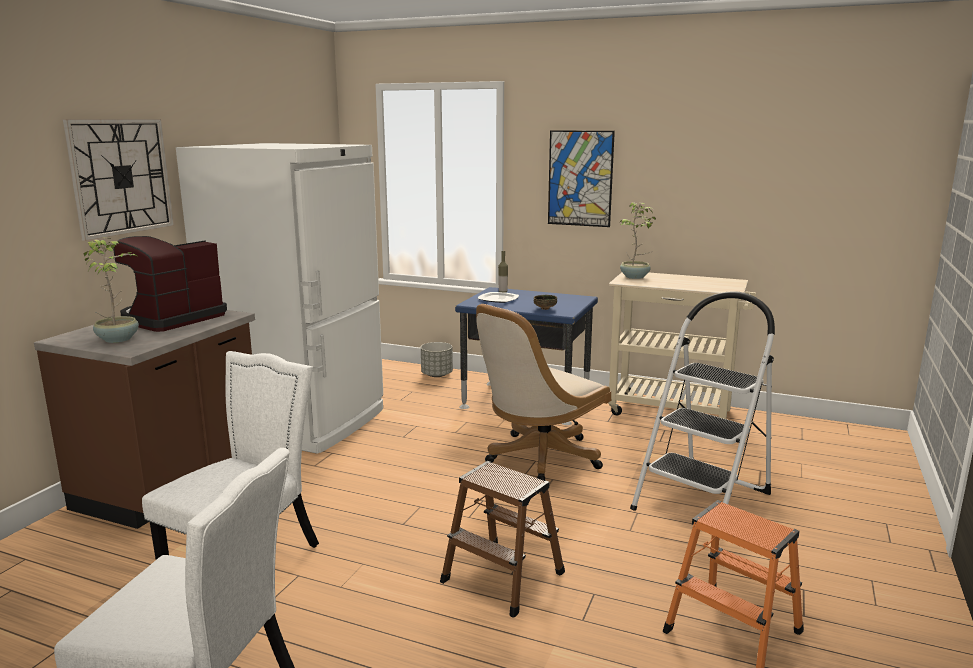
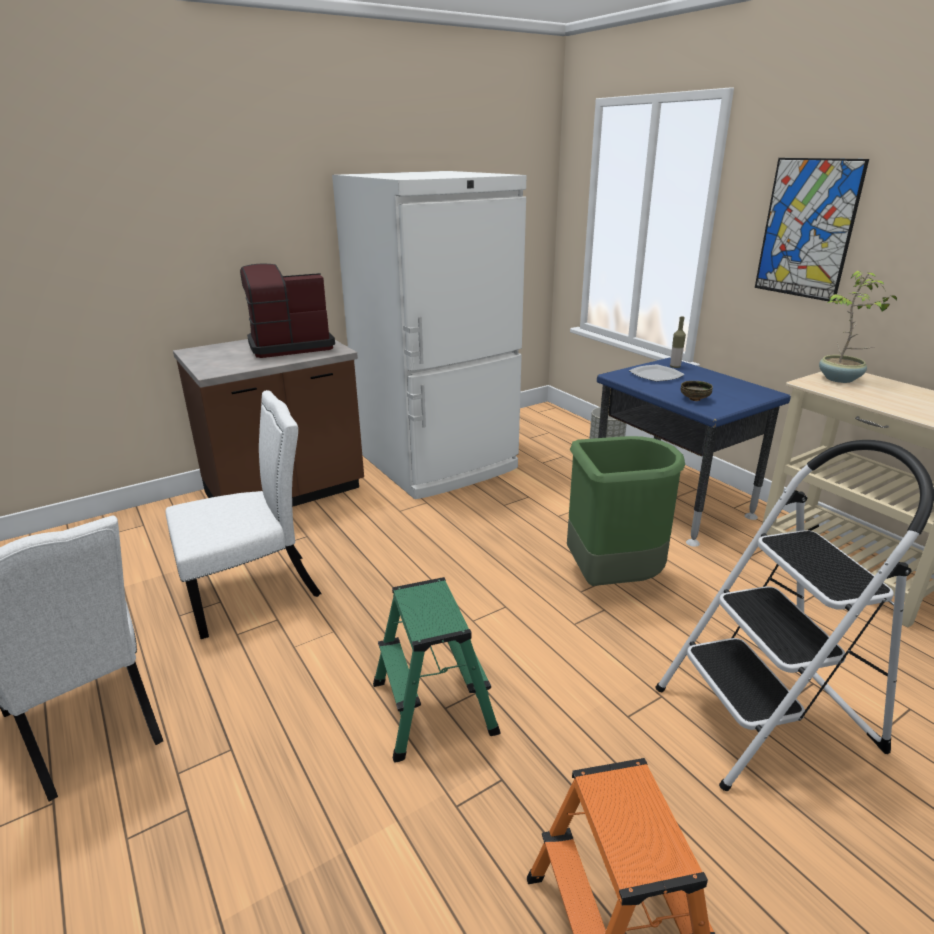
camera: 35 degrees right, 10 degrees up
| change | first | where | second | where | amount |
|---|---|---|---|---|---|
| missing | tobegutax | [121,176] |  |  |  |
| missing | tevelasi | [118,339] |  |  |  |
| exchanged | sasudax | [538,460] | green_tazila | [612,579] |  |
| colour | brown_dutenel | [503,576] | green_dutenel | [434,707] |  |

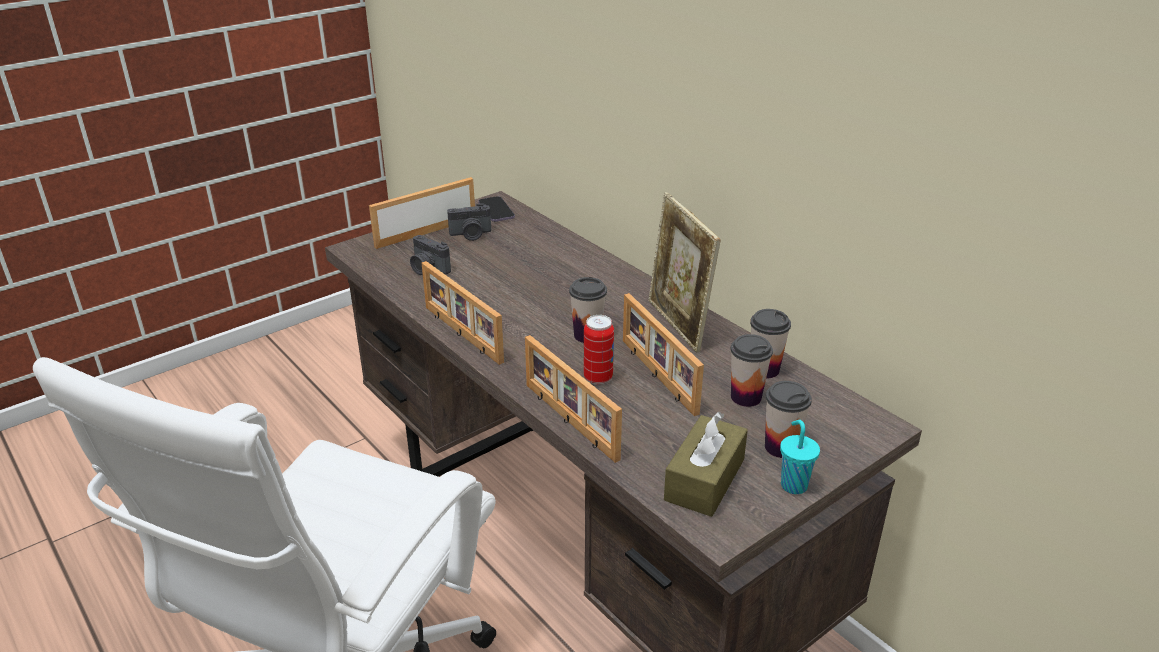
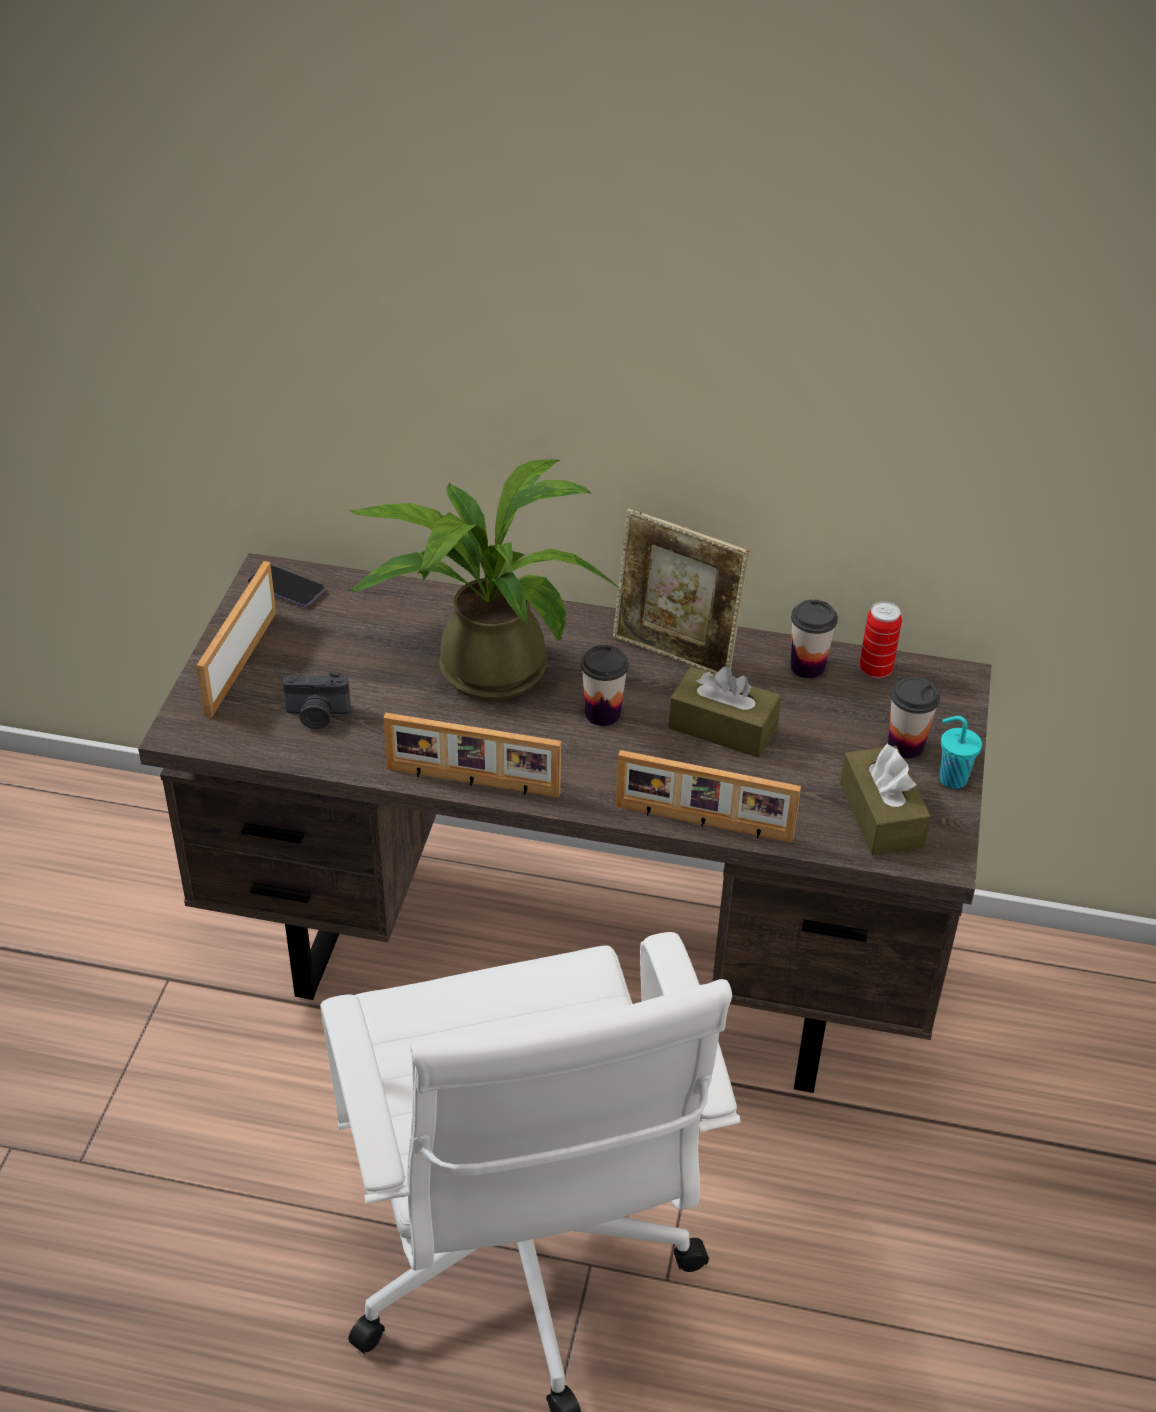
camera: 40 degrees left, 10 degrees up
| change | first | where | second | where | amount |
|---|---|---|---|---|---|
| missing | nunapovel | [471,235] |  |  |  |
| missing | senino | [746,397] |  |  |  |
| appeared |  |  | tevelasi | [481,664] |  |
| relocated | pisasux | [598,377] |  | [875,670] |  |
| exchanged | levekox | [657,376] | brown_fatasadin | [722,727] |  |

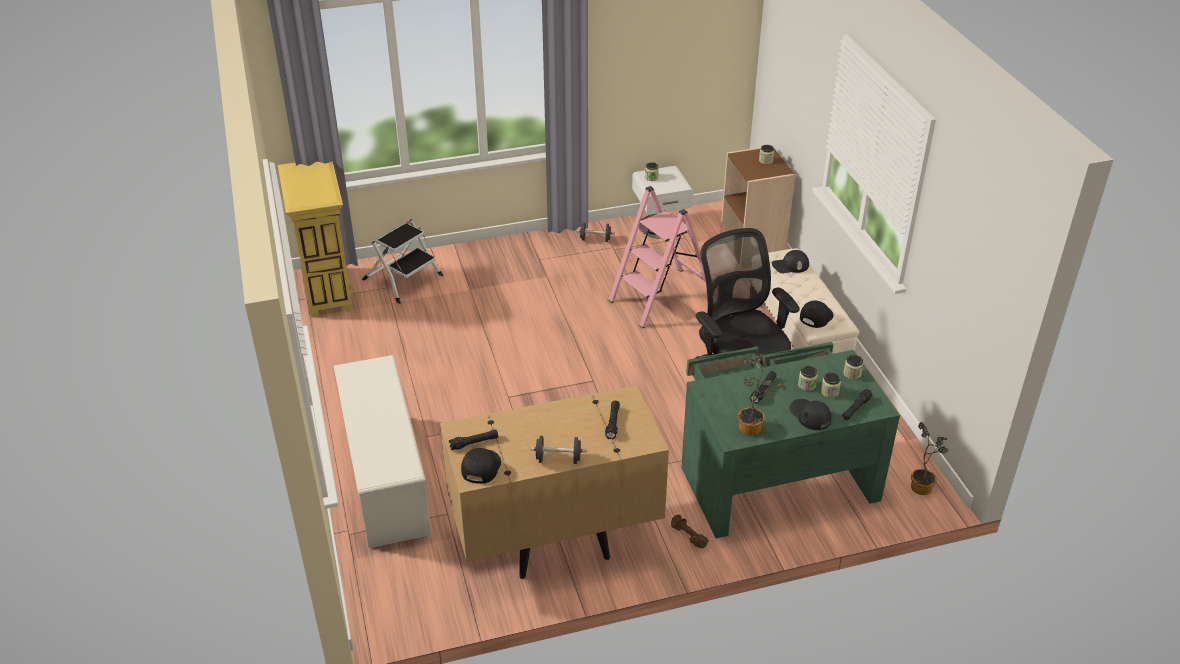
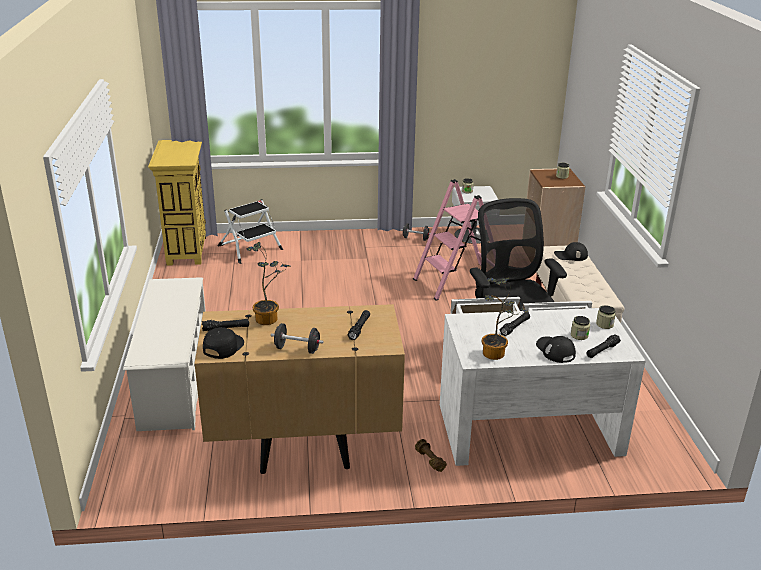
camera: 10 degrees right, 10 degrees down
| change | first | where | second | where | amount |
|---|---|---|---|---|---|
| missing | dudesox | [806,385] |  |  |  |
| missing | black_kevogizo | [815,316] |  |  |  |
| relocated | tevelasi | [923,486] |  | [269,318] |  |
| colour | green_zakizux | [773,476] | white_zakizux | [525,423] |  |

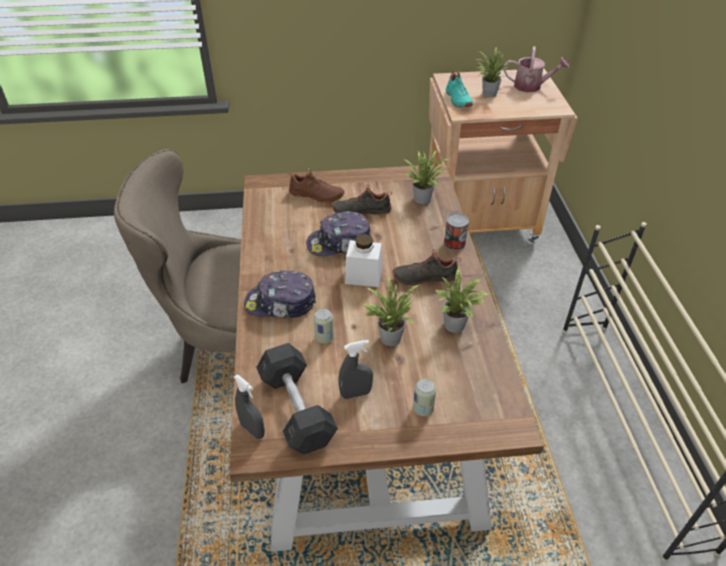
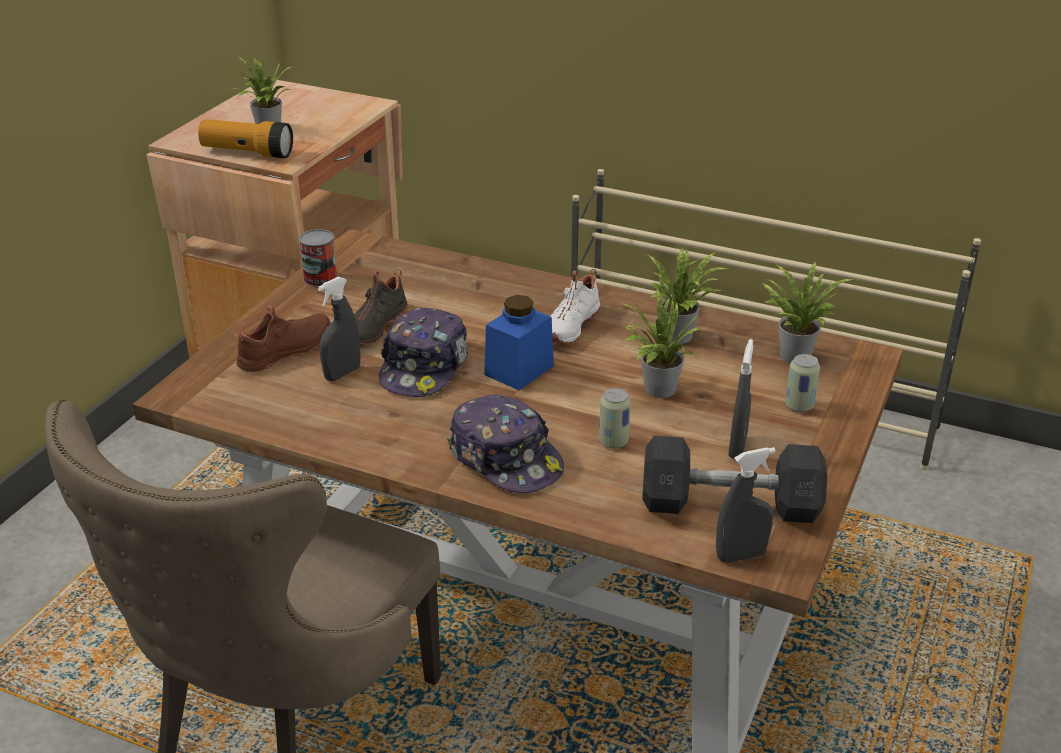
camera: 60 degrees left, 10 degrees down
| change | first | where | second | where | amount |
|---|---|---|---|---|---|
| missing | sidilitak | [531,86] |  |  |  |
| appeared |  |  | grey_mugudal | [342,374] |  |
| relocated | tevelasi | [424,198] |  | [793,353] |  |
| relocated | pisasux | [454,243] |  | [320,278] |  |
| exchanged | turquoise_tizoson | [457,100] | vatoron | [247,153] |  |
| colour | white_dudesox | [363,276] | blue_dudesox | [519,370] |  |
| colour | black_tizoson | [424,277] | white_tizoson | [569,325] |  |
| spun | kevogizo | [280,303] |  | [506,459] | 75 degrees counterclockwise |

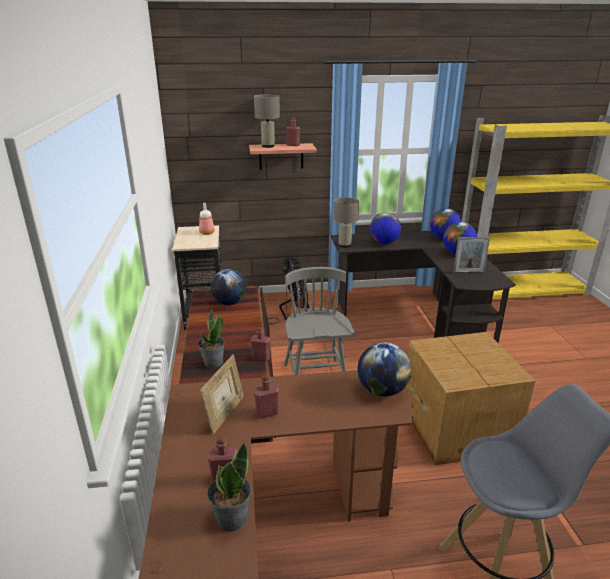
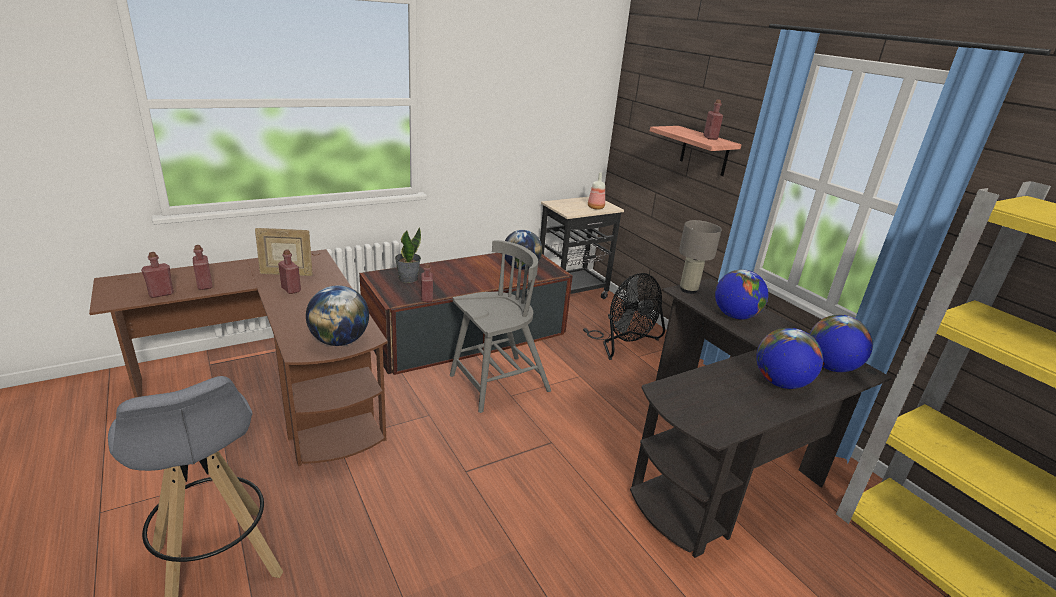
camera: 65 degrees right, 0 degrees up
| change | first | where | second | where | amount |
|---|---|---|---|---|---|
| missing | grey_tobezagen | [268,146] |  |  |  |
| missing | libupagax | [457,427] |  |  |  |
| missing | levekox | [468,272] |  |  |  |
| exchanged | tevelasi | [231,518] | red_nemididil | [161,294] |  |

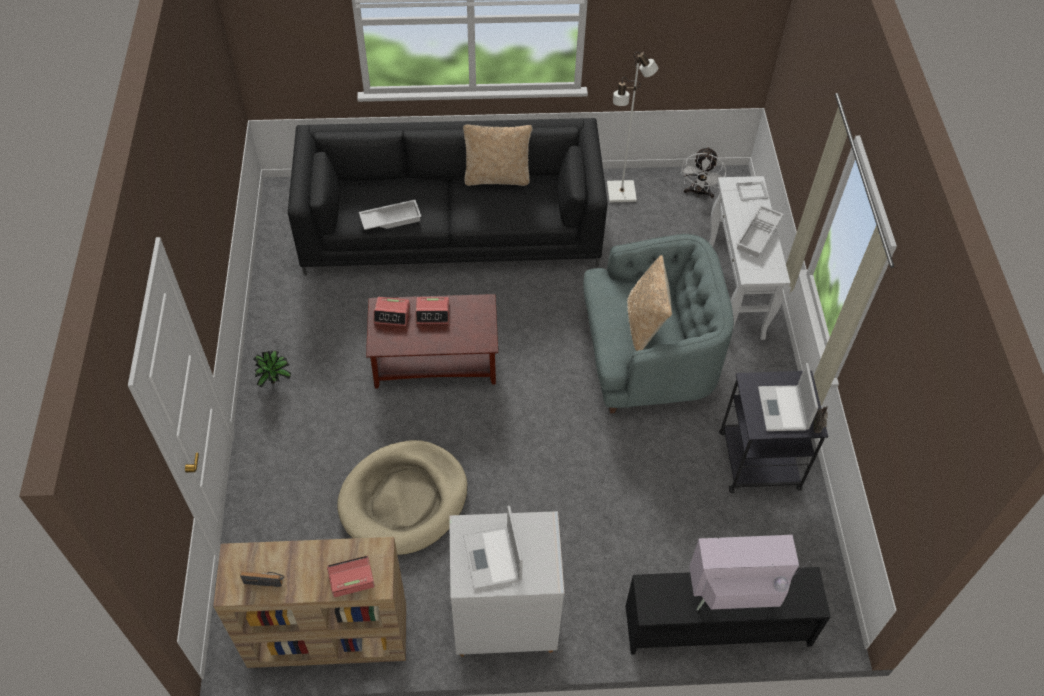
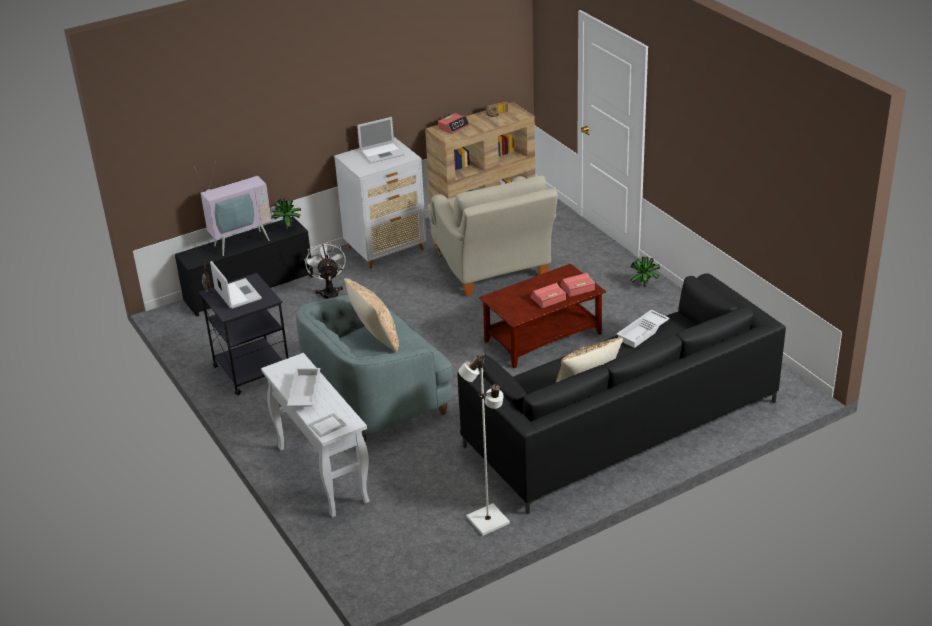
camera: 155 degrees right, 20 degrees down
| change | first | where | second | where | amount |
|---|---|---|---|---|---|
| appeared |  |  | tevelasi | [288,229] |  |
| relocated | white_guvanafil | [699,192] |  | [329,292] |  |
| exchanged | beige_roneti | [404,500] | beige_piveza | [493,269] |  |
| spun | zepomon | [492,559] |  | [382,153] | 105 degrees clockwise |

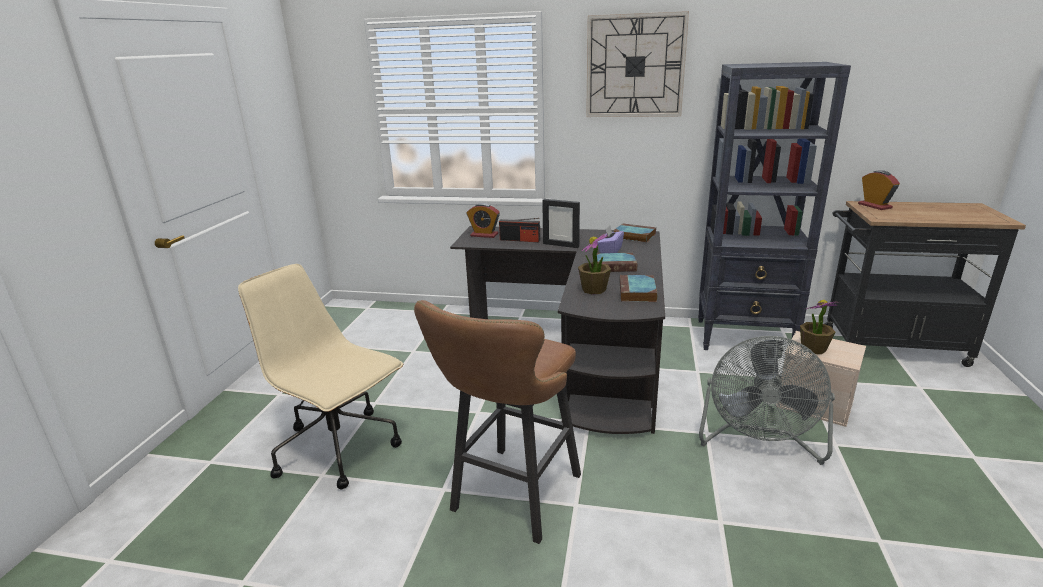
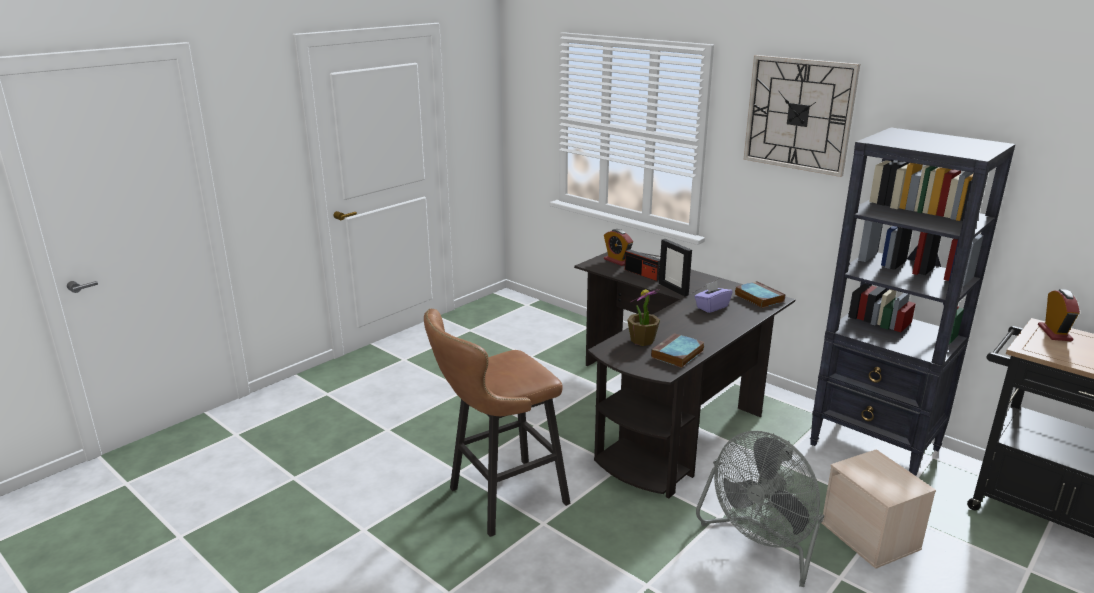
camera: 30 degrees right, 0 degrees up
| change | first | where | second | where | amount |
|---|---|---|---|---|---|
| missing | beige_sasudax | [339,449] |  |  |  |
| missing | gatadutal | [615,266] |  |  |  |
| missing | tevelasi | [813,349] |  |  |  |

